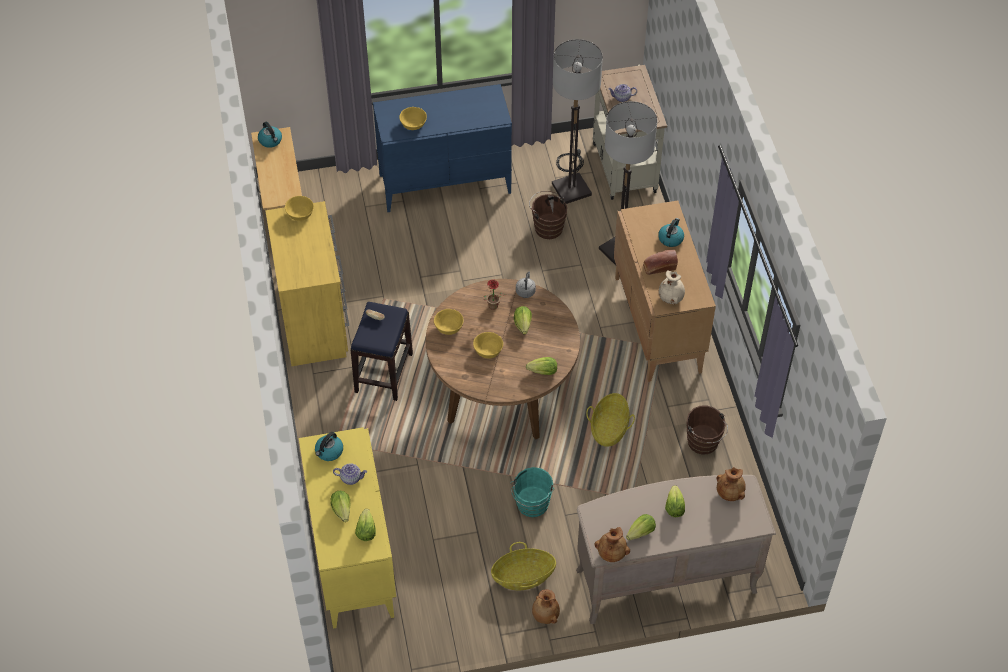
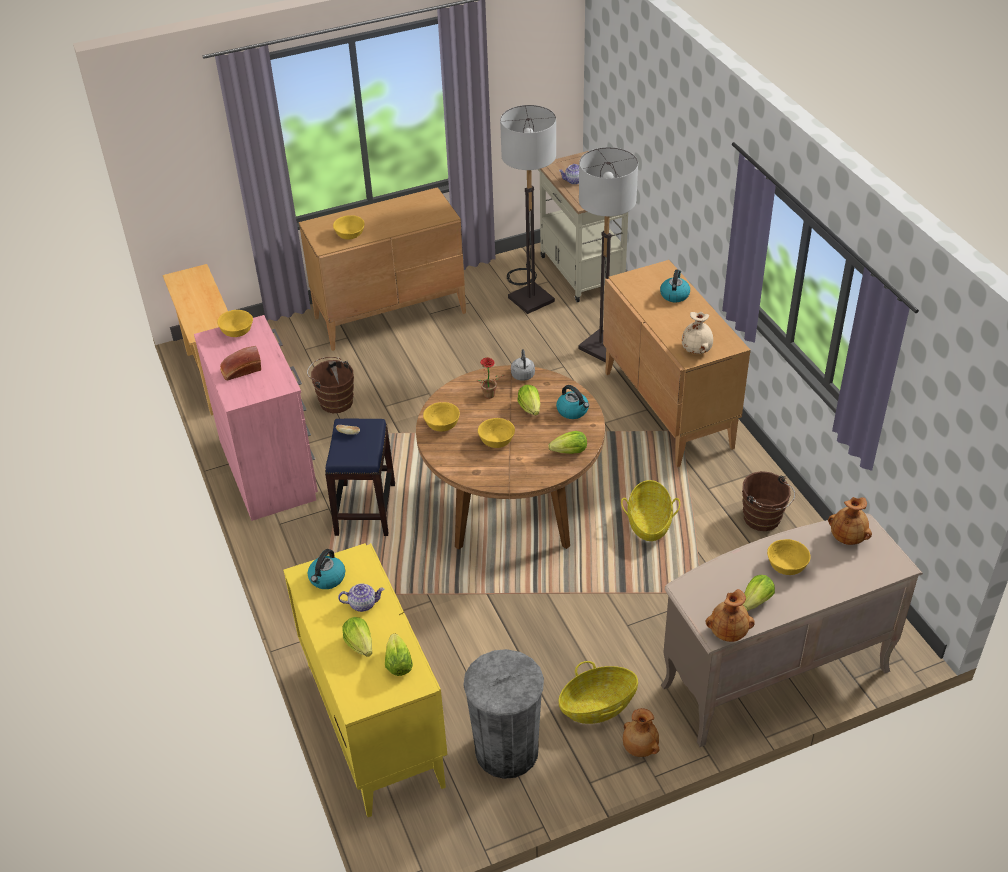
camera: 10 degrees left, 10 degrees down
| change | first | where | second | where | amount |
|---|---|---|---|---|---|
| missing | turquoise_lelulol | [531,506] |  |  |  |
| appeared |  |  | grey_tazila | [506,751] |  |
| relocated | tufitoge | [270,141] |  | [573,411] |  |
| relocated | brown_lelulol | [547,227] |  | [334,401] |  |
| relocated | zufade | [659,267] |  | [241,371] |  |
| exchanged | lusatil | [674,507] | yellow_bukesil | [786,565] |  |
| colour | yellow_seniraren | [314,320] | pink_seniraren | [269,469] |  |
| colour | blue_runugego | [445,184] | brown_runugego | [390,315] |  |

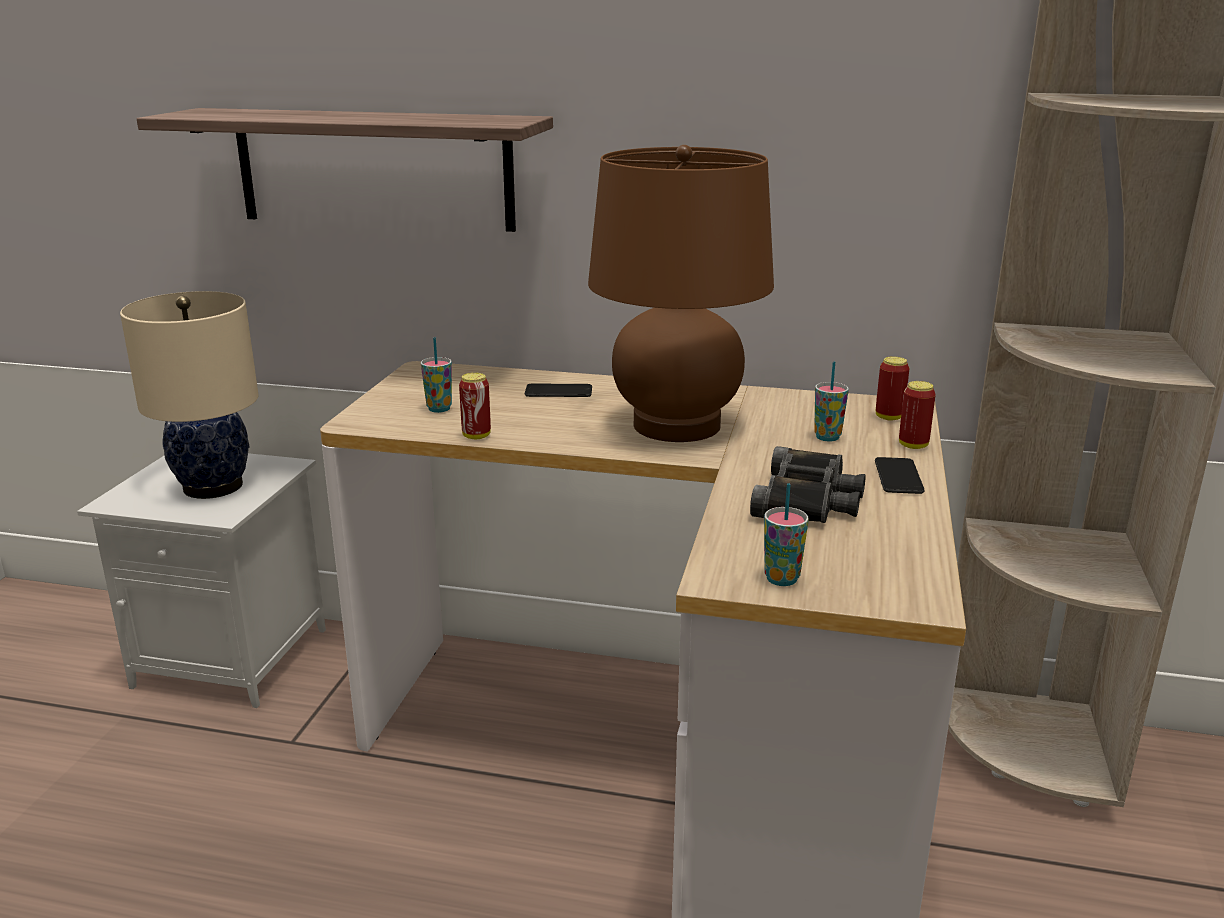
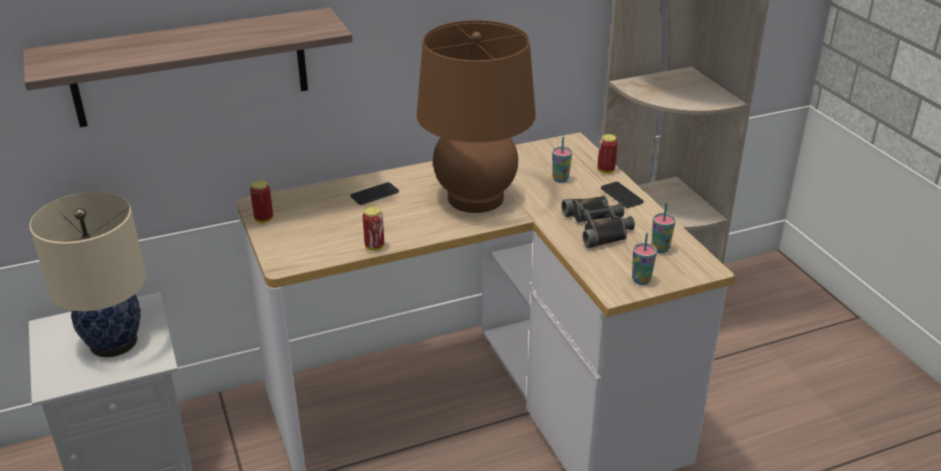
camera: 35 degrees left, 10 degrees up
| change | first | where | second | where | amount |
|---|---|---|---|---|---|
| relocated | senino | [439,409] |  | [660,249] |  |
| relocated | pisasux | [889,417] |  | [264,219] |  |

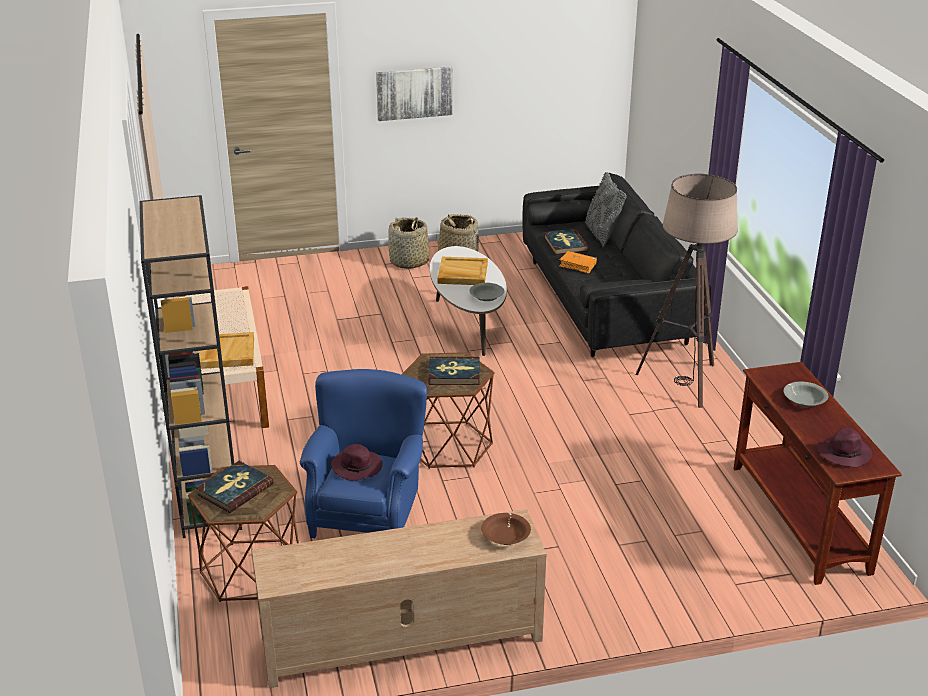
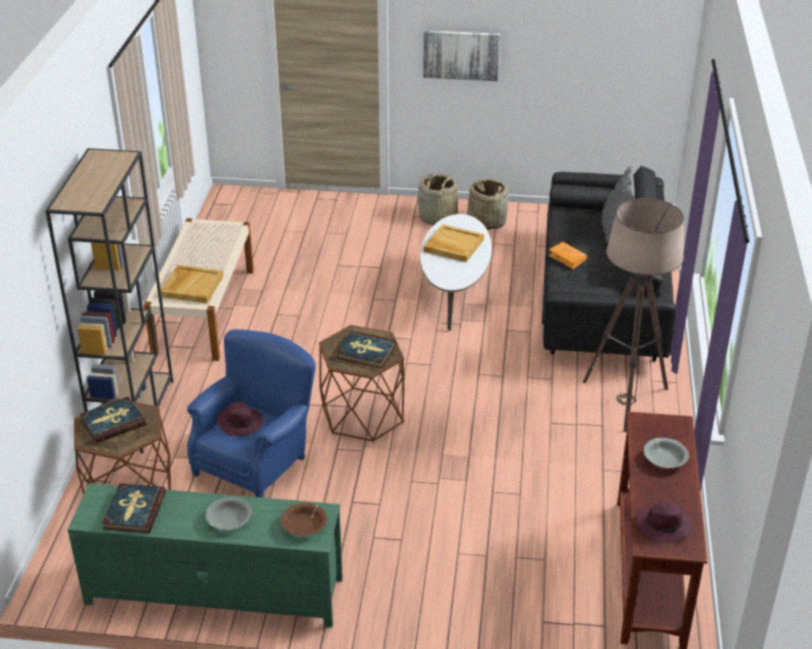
camera: 20 degrees right, 5 degrees up
| change | first | where | second | where | amount |
|---|---|---|---|---|---|
| relocated | grey_bukesil | [486,296] |  | [229,519] |  |
| relocated | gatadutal | [565,244] |  | [134,510] |  |
| colour | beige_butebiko | [400,639] | green_butebiko | [213,591] |  |

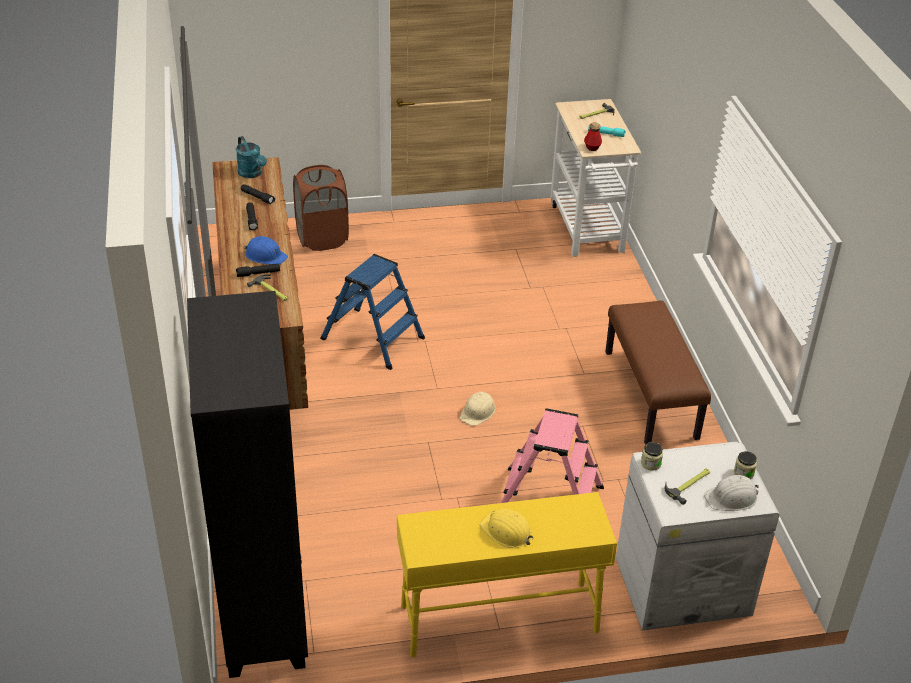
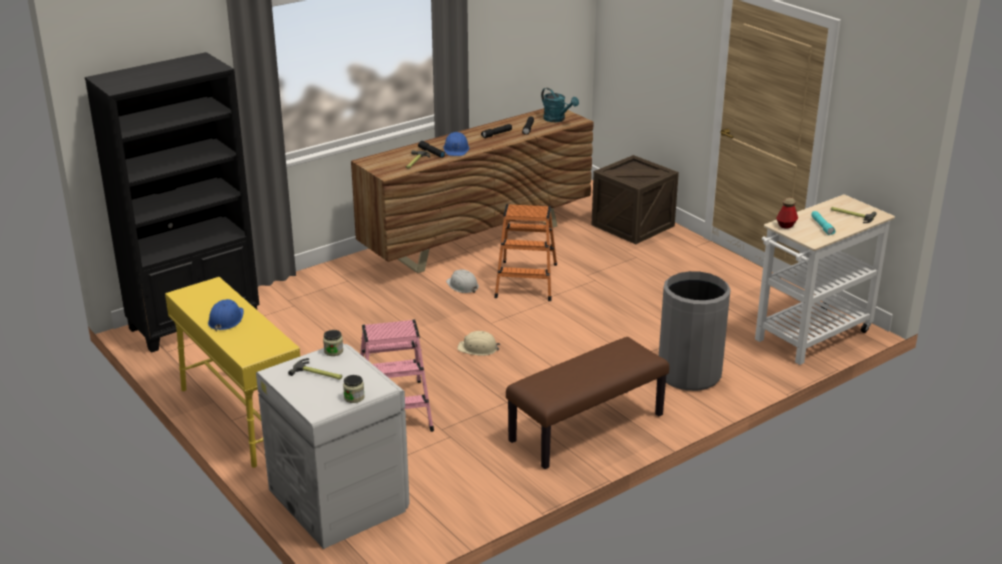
camera: 65 degrees right, 10 degrees down
| change | first | where | second | where | amount |
|---|---|---|---|---|---|
| appeared |  |  | grey_tazila | [689,374] |  |
| relocated | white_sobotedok | [732,498] |  | [462,285] |  |
| exchanged | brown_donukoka | [322,238] | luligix | [633,225] |  |
| colour | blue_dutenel | [372,338] | orange_dutenel | [526,280] |  |
| colour | yellow_sobotedok | [506,531] | blue_sobotedok | [226,319] |  |
| spun | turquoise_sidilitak | [252,174] |  | [557,119] | 75 degrees counterclockwise |

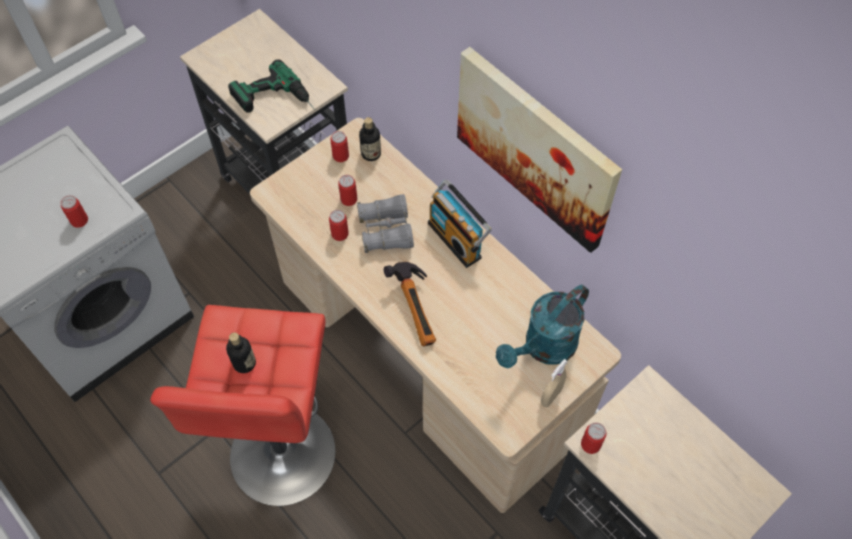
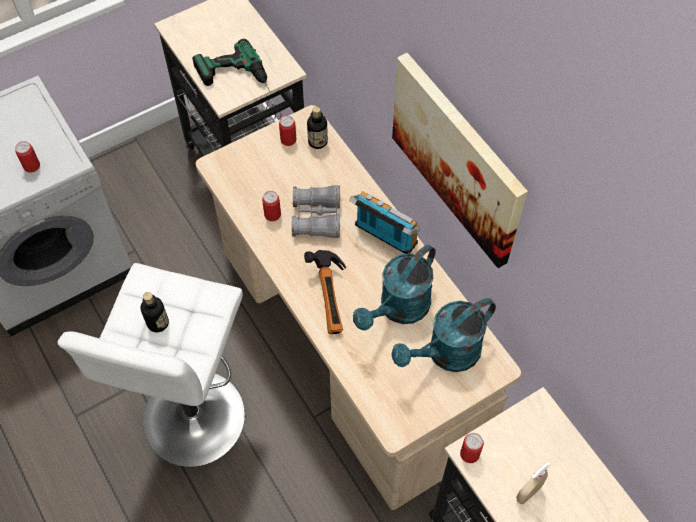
camera: 10 degrees right, 0 degrees up
| change | first | where | second | where | amount |
|---|---|---|---|---|---|
| missing | pisasux | [349,199] |  |  |  |
| appeared |  |  | turquoise_sidilitak | [399,309] |  |
| relocated | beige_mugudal | [551,396] |  | [528,493] |  |
| colour | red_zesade | [281,455] | white_zesade | [192,418] |  |
| spun | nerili | [457,239] |  | [384,236] | 150 degrees clockwise |

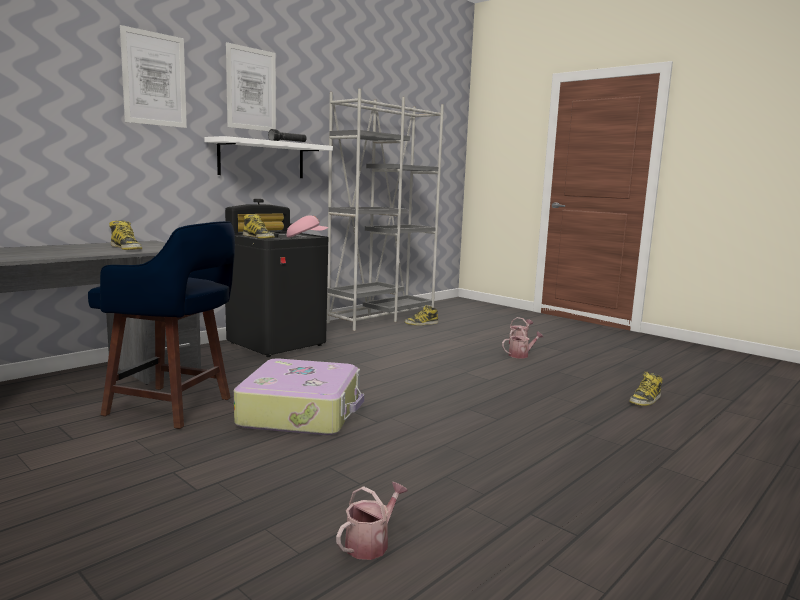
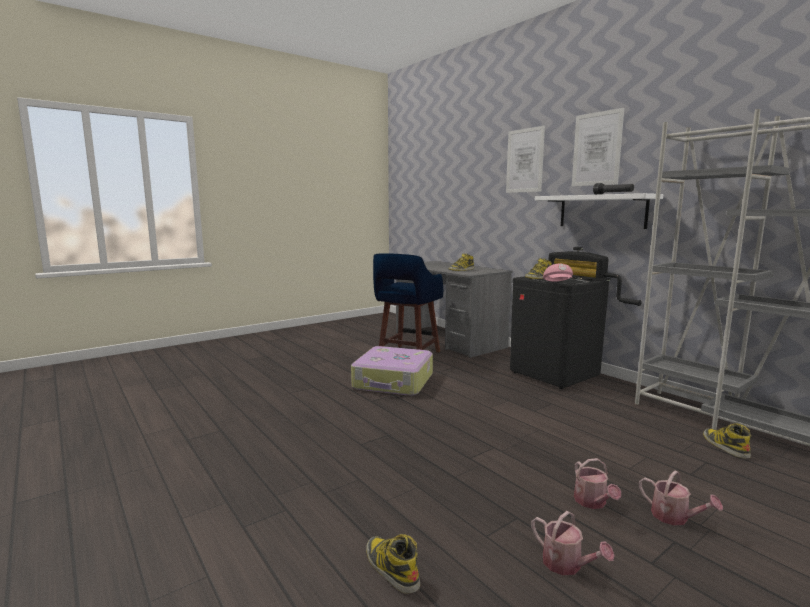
camera: 100 degrees right, 0 degrees up
| change | first | where | second | where | amount |
|---|---|---|---|---|---|
| relocated | sidilitak | [371,543] |  | [567,565] |  |

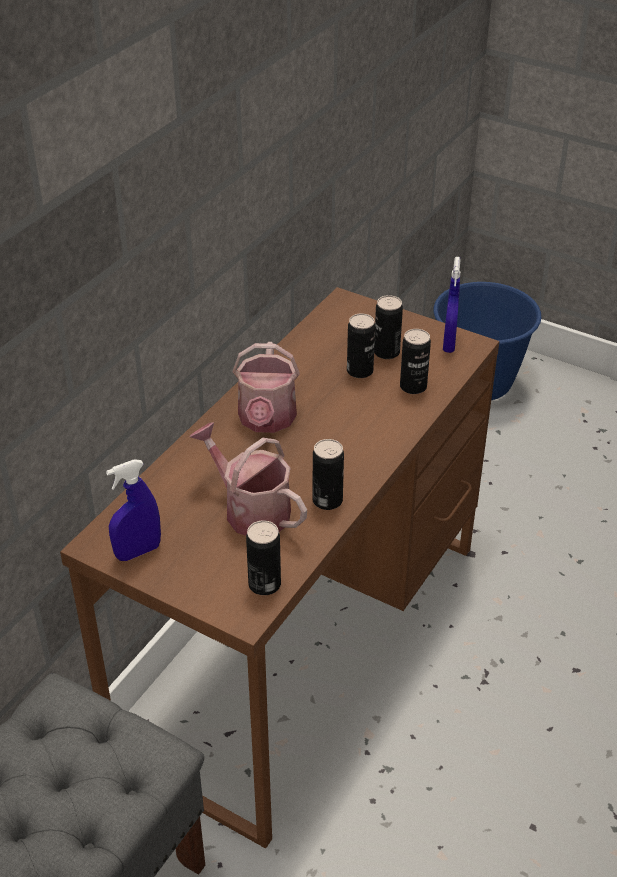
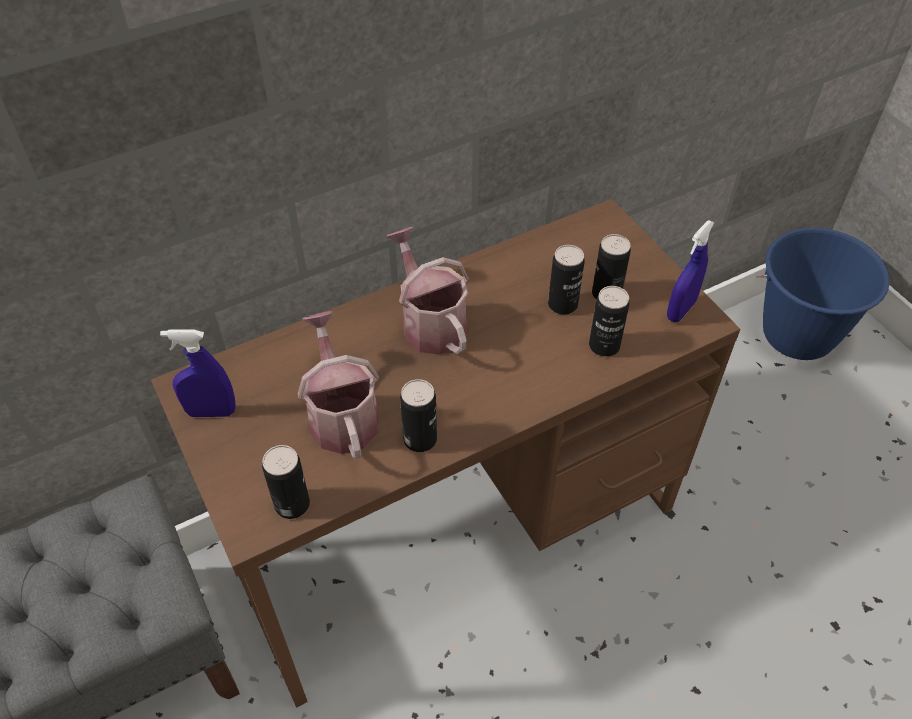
camera: 30 degrees right, 10 degrees up
| change | first | where | second | where | amount |
|---|---|---|---|---|---|
| spun | sidilitak | [266,420] |  | [430,322] | 120 degrees clockwise |

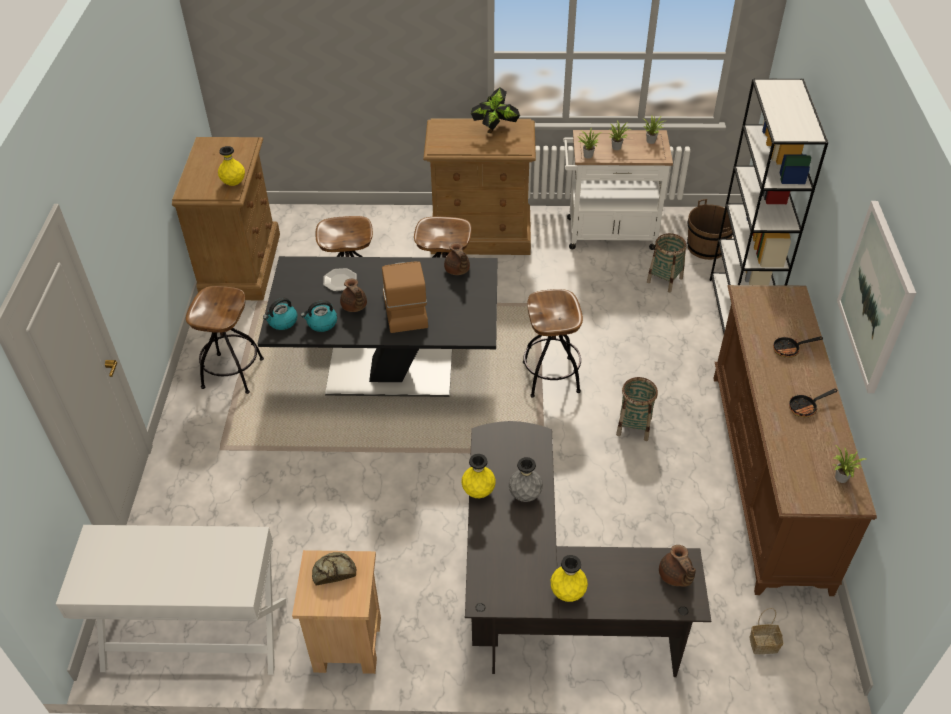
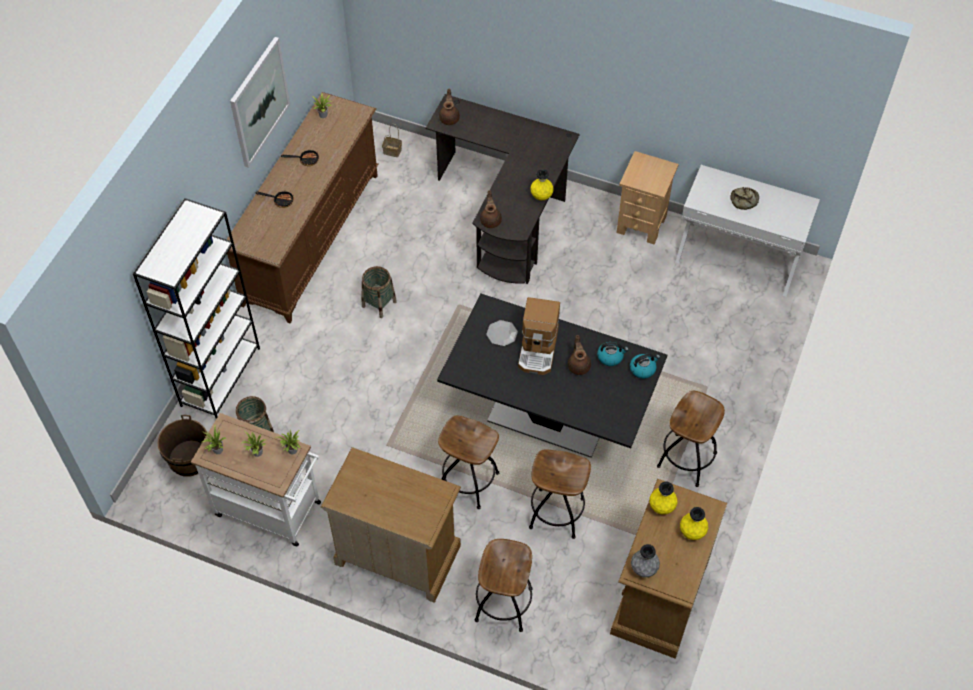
camera: 160 degrees left, 10 degrees up
| change | first | where | second | where | amount |
|---|---|---|---|---|---|
| missing | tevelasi | [495,130] |  |  |  |
| relocated | zufade | [333,571] |  | [744,201] |  |
| relocated | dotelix | [340,280] |  | [502,333] |  |
| relocated | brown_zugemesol | [457,270] |  | [491,220] |  |
| relocated | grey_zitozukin | [525,495] |  | [643,569] |  |
| relocated | brown_zesade | [551,377] |  | [503,604] |  |
| relocated | yellow_zitozukin | [567,593] |  | [692,532] |  |

